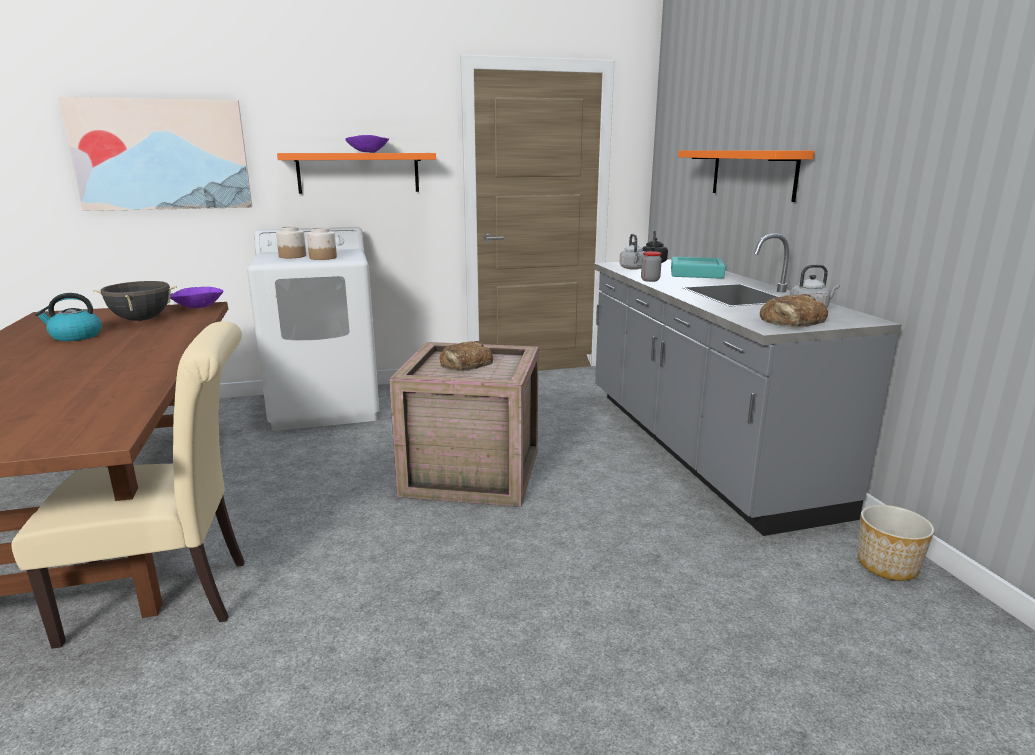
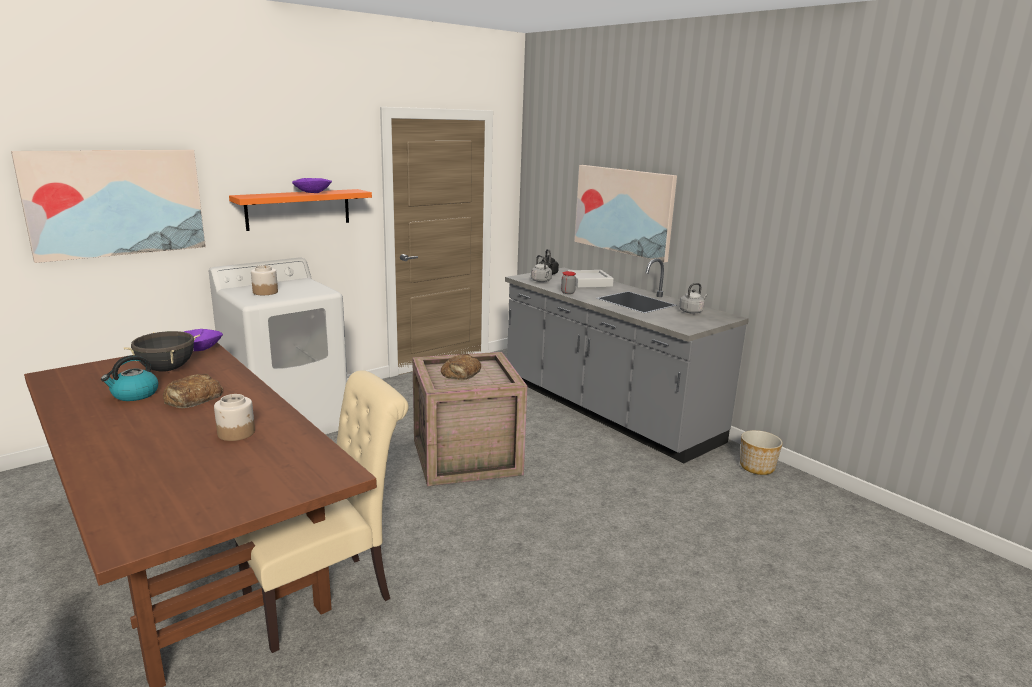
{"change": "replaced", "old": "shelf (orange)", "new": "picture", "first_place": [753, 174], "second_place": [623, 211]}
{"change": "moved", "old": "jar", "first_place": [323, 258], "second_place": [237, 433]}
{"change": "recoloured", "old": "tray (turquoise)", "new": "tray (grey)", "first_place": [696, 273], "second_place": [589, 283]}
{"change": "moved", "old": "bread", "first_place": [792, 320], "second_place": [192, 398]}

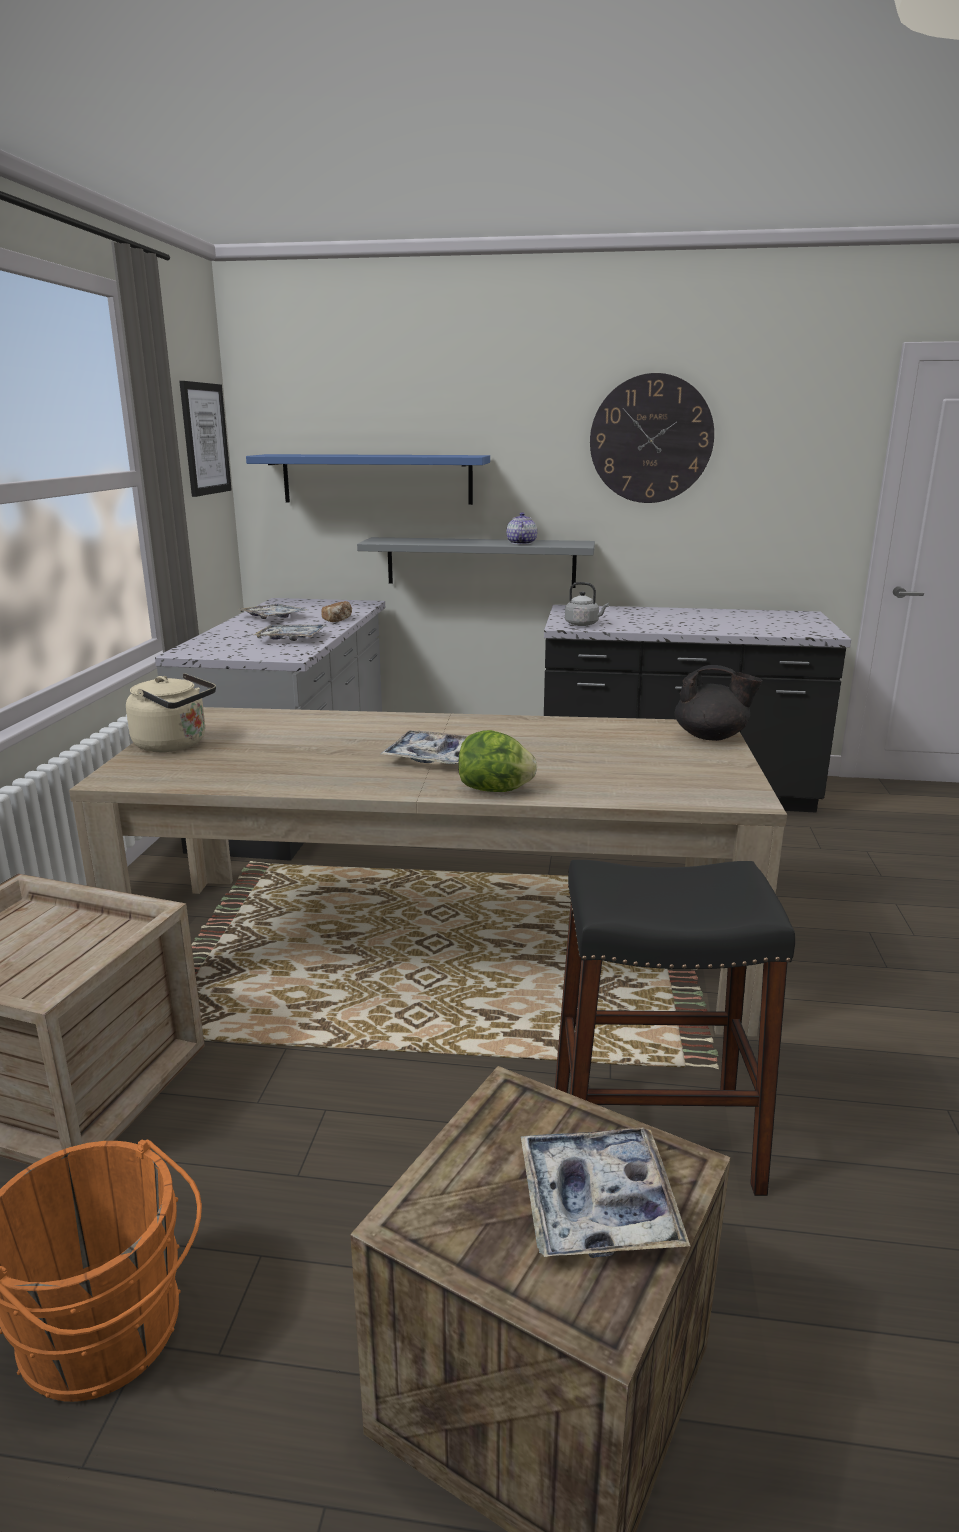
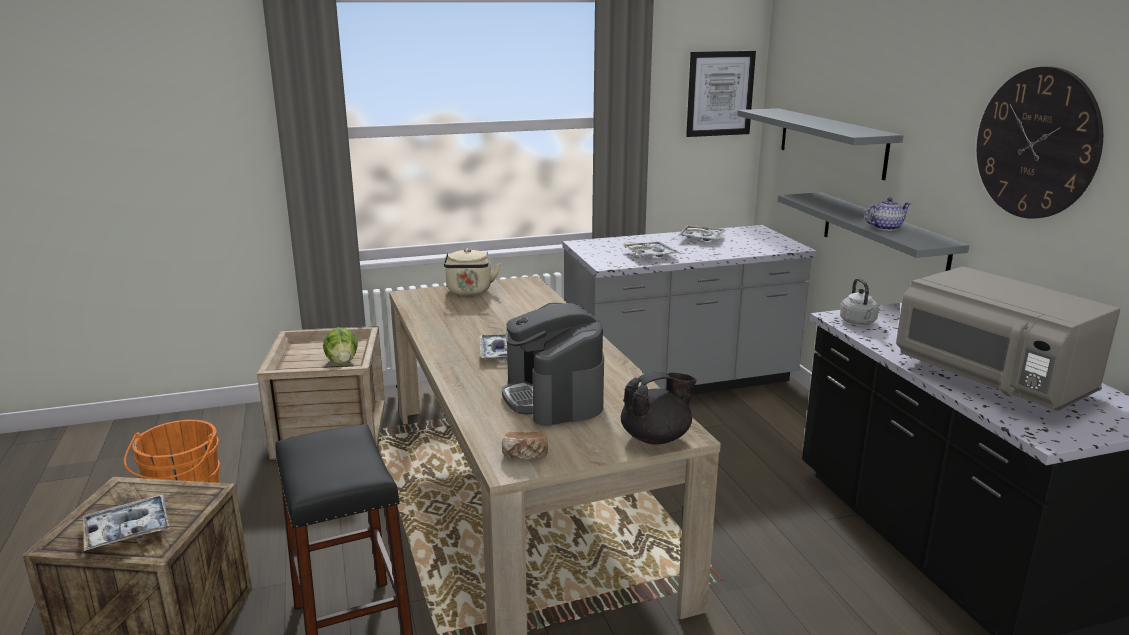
{"change": "recoloured", "old": "shelf (blue)", "new": "shelf (grey)", "first_place": [377, 479], "second_place": [831, 142]}
{"change": "moved", "old": "bread", "first_place": [338, 620], "second_place": [525, 456]}
{"change": "turned", "old": "teapot (black)", "first_place": [711, 737], "second_place": [656, 438], "degrees": -105}
{"change": "moved", "old": "lettuce", "first_place": [495, 790], "second_place": [342, 362]}
{"change": "added", "new": "microwave (grey)", "second_place": [991, 380]}
{"change": "added", "new": "coffee machine", "second_place": [553, 397]}

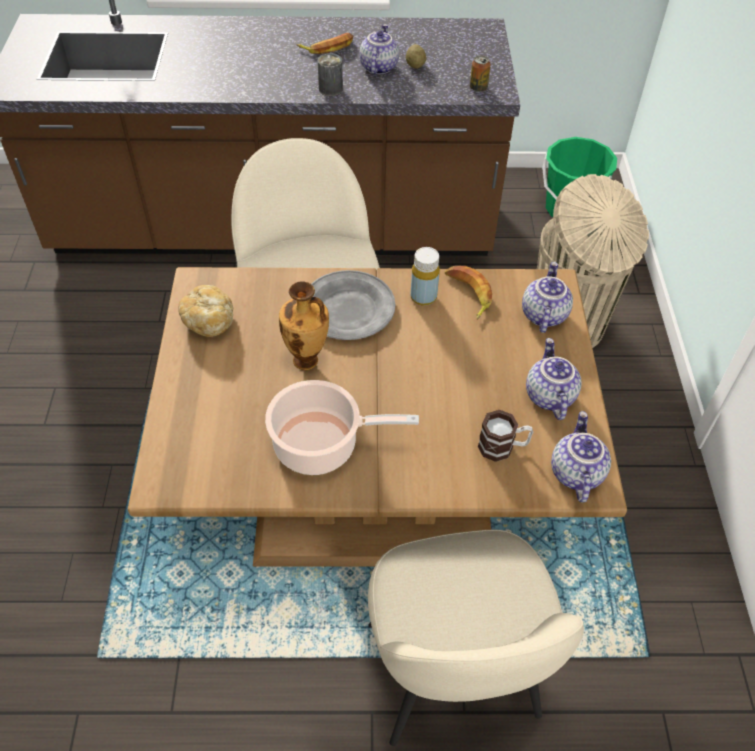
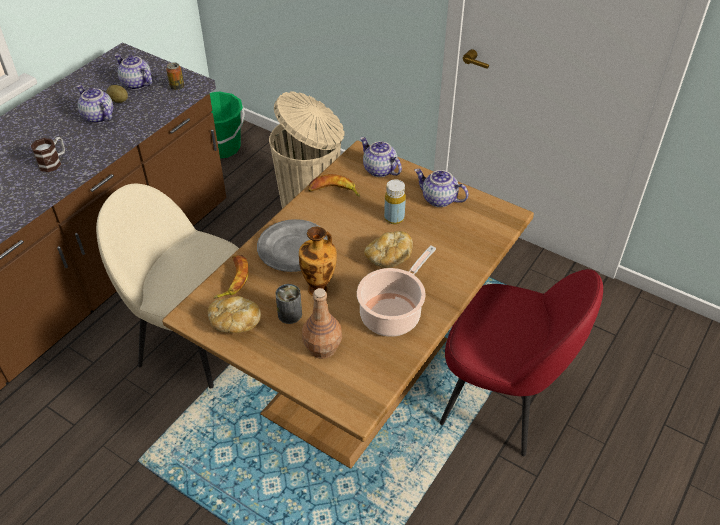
{"change": "moved", "old": "banana", "first_place": [328, 47], "second_place": [232, 279]}
{"change": "moved", "old": "can", "first_place": [330, 89], "second_place": [290, 314]}
{"change": "moved", "old": "bottle (yellow)", "first_place": [423, 297], "second_place": [394, 218]}
{"change": "moved", "old": "mug", "first_place": [503, 447], "second_place": [53, 162]}
{"change": "moved", "old": "teapot", "first_place": [574, 472], "second_place": [136, 84]}
{"change": "recoloured", "old": "chair (beige)", "new": "chair (red)", "first_place": [453, 675], "second_place": [501, 400]}
{"change": "added", "new": "bread", "second_place": [389, 258]}
{"change": "added", "new": "bottle (brown)", "second_place": [322, 347]}

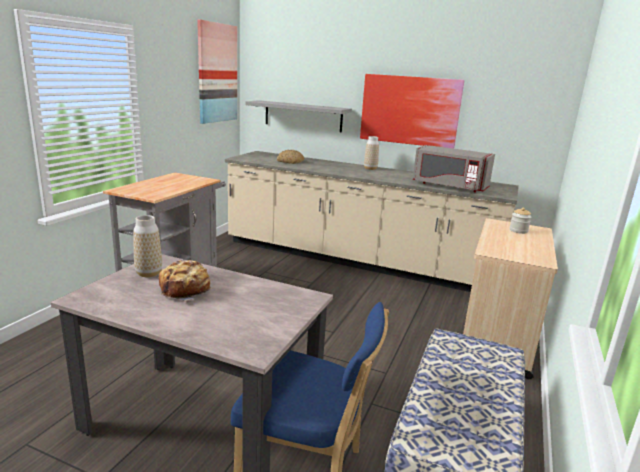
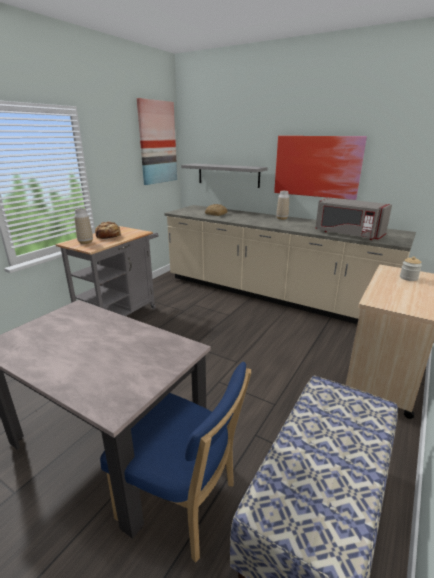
{"change": "moved", "old": "vase", "first_place": [149, 273], "second_place": [85, 242]}
{"change": "moved", "old": "bread", "first_place": [186, 289], "second_place": [109, 237]}

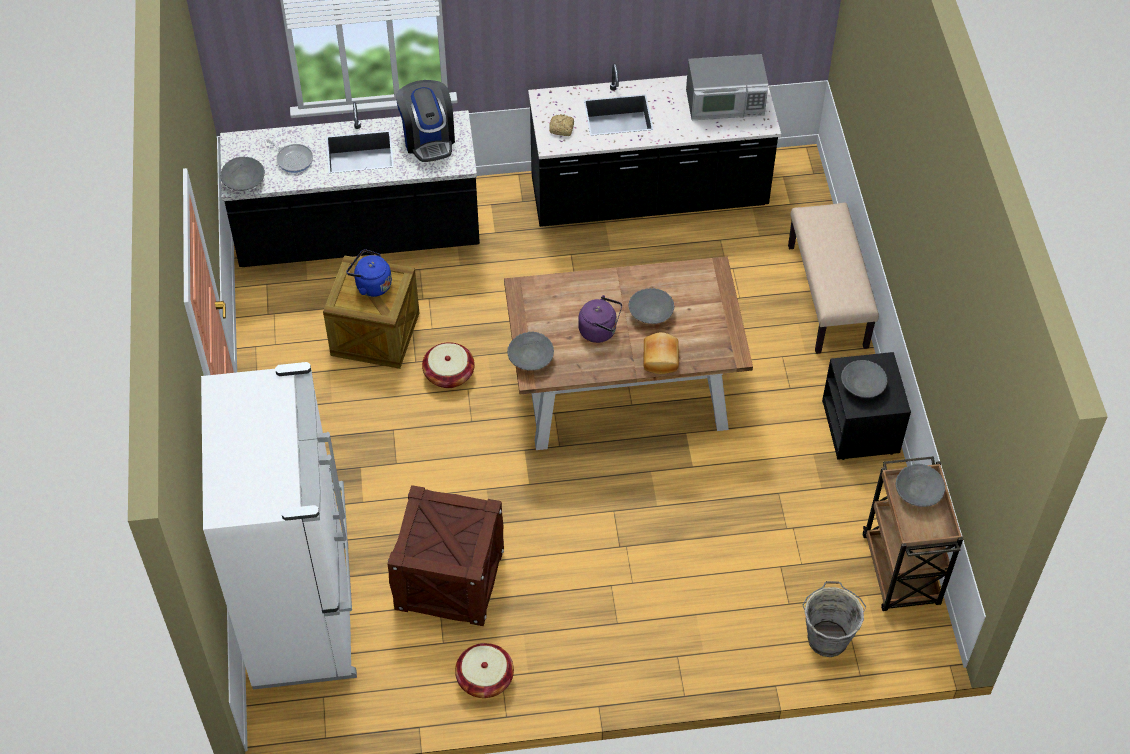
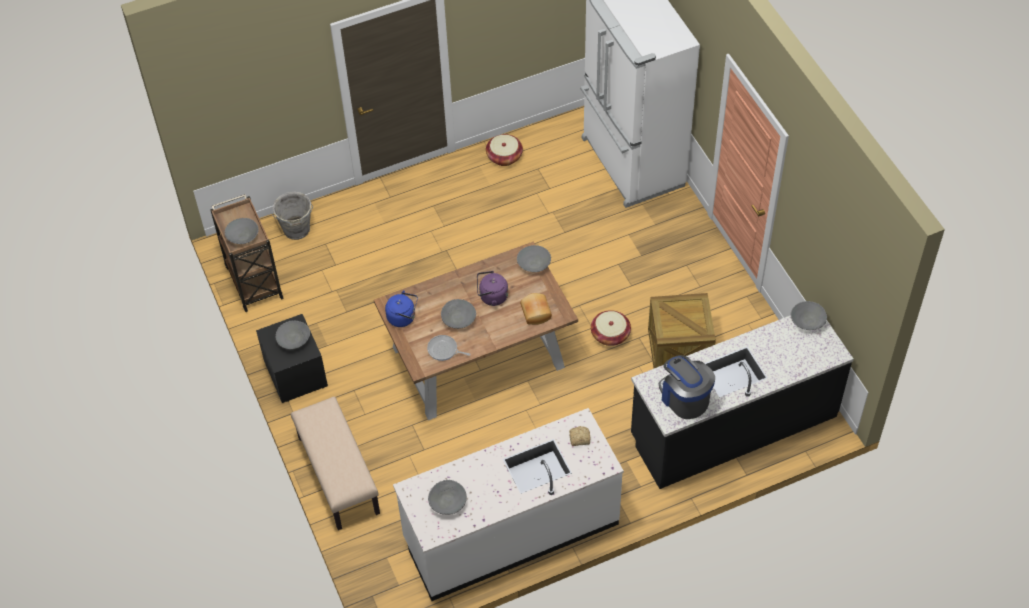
{"change": "replaced", "old": "microwave", "new": "bowl (grey)", "first_place": [725, 103], "second_place": [448, 502]}
{"change": "recoloured", "old": "counter (black)", "new": "counter (white)", "first_place": [648, 196], "second_place": [511, 531]}
{"change": "moved", "old": "frying pan", "first_place": [293, 159], "second_place": [444, 350]}
{"change": "moved", "old": "kettle (blue)", "first_place": [371, 285], "second_place": [403, 317]}
{"change": "moved", "old": "bread", "first_place": [661, 359], "second_place": [535, 313]}
{"change": "removed", "old": "crate", "first_place": [450, 579]}

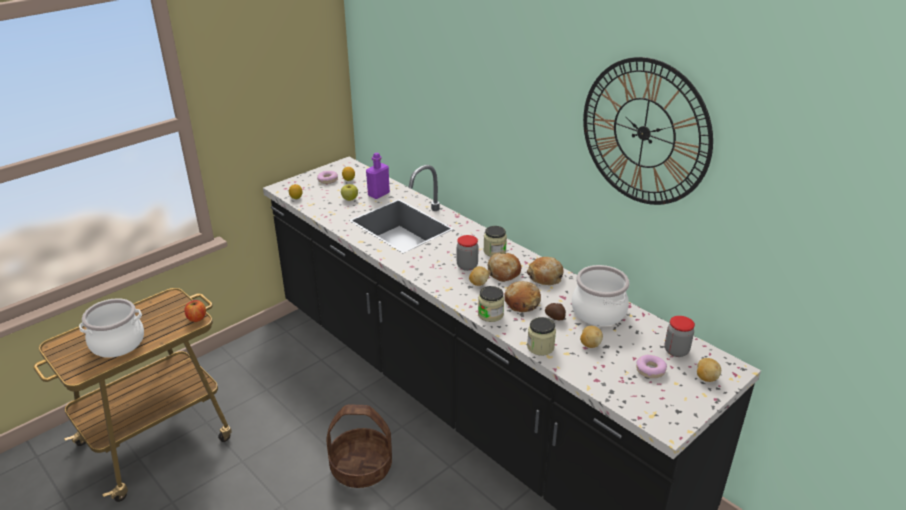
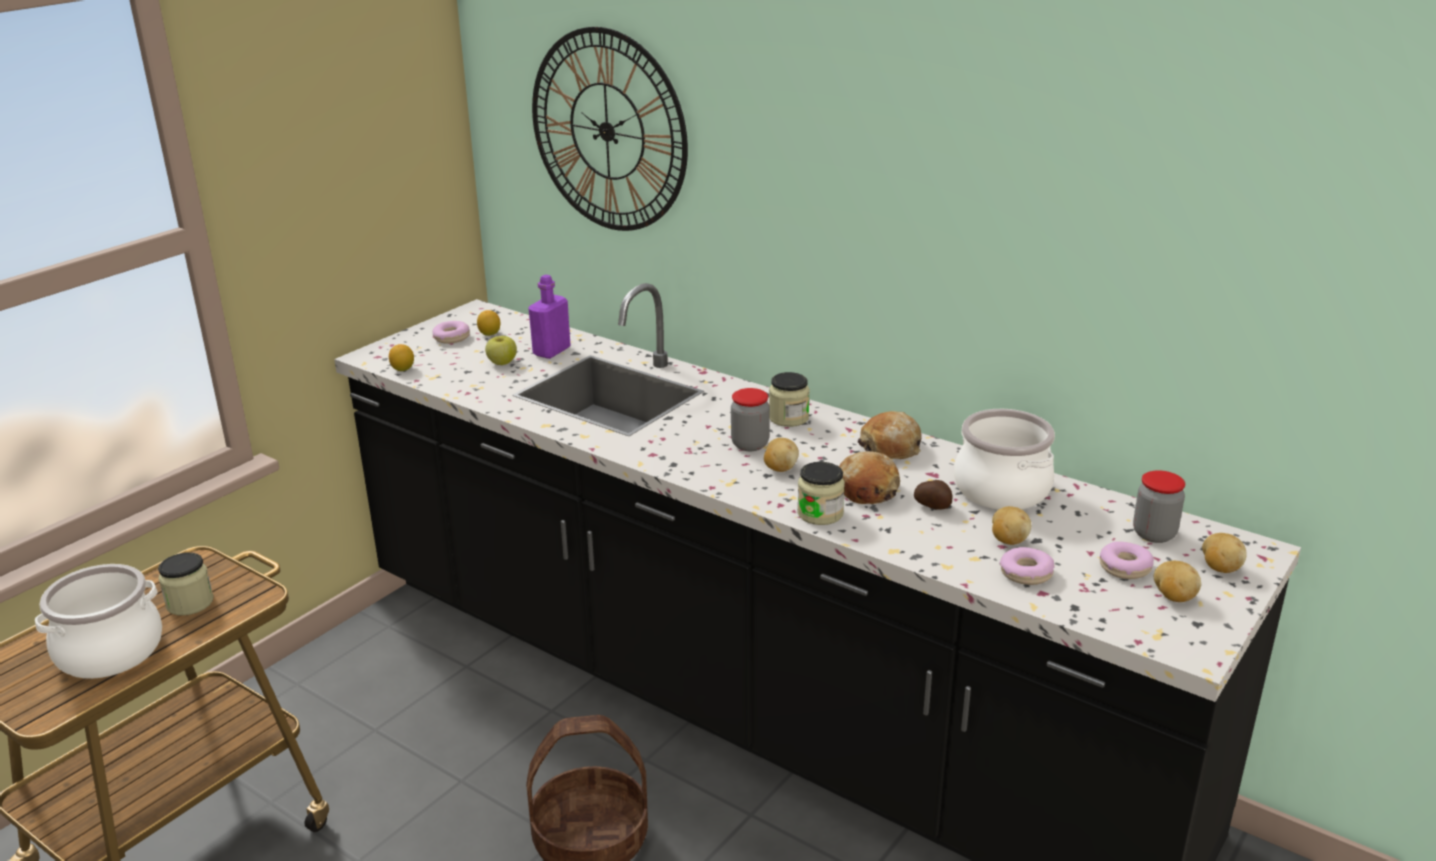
{"change": "moved", "old": "wall clock", "first_place": [644, 133], "second_place": [607, 131]}
{"change": "removed", "old": "bread", "first_place": [503, 272]}
{"change": "removed", "old": "apple", "first_place": [196, 318]}
{"change": "moved", "old": "jar", "first_place": [540, 347], "second_place": [190, 603]}
{"change": "added", "new": "donut", "second_place": [1026, 573]}
{"change": "added", "new": "potato", "second_place": [1173, 597]}

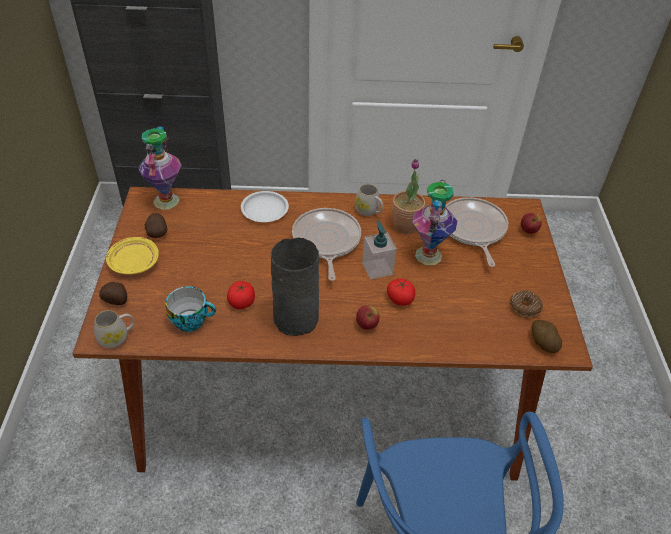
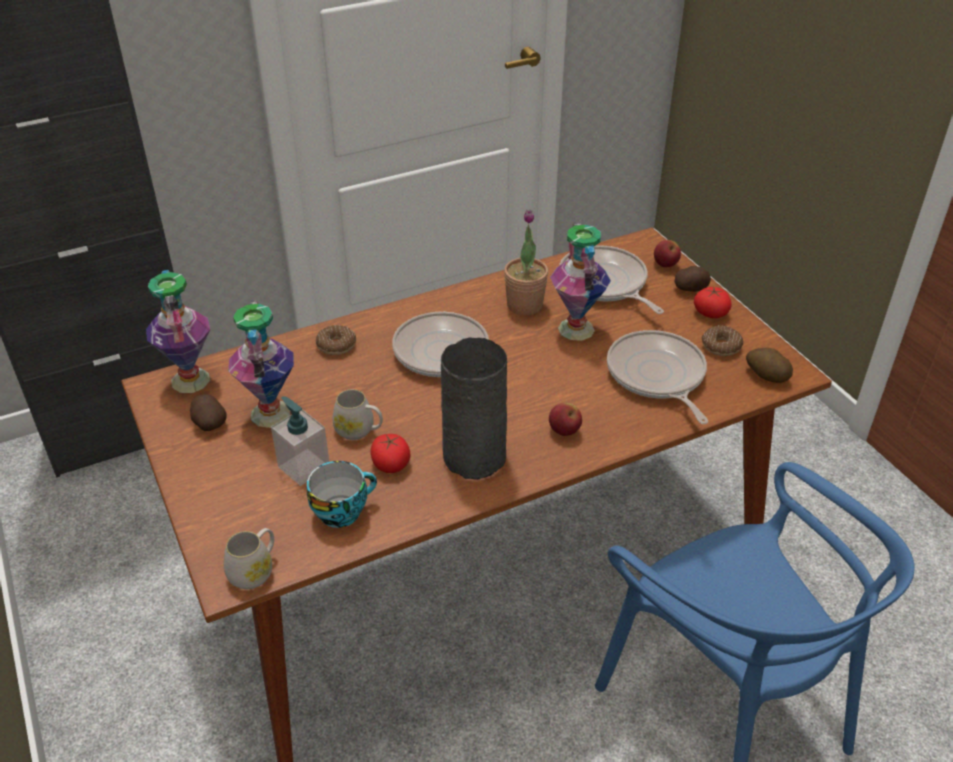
{"change": "moved", "old": "mug (white)", "first_place": [369, 211], "second_place": [359, 430]}
{"change": "replaced", "old": "plate (white)", "new": "donut", "first_place": [265, 209], "second_place": [336, 345]}
{"change": "moved", "old": "soap dispenser", "first_place": [377, 268], "second_place": [303, 467]}
{"change": "removed", "old": "plate (yellow)", "first_place": [134, 262]}
{"change": "moved", "old": "tomato", "first_place": [400, 299], "second_place": [710, 313]}
{"change": "moved", "old": "potato", "first_place": [116, 300], "second_place": [691, 289]}
{"change": "added", "new": "vase", "second_place": [271, 413]}
{"change": "added", "new": "frying pan", "second_place": [657, 376]}

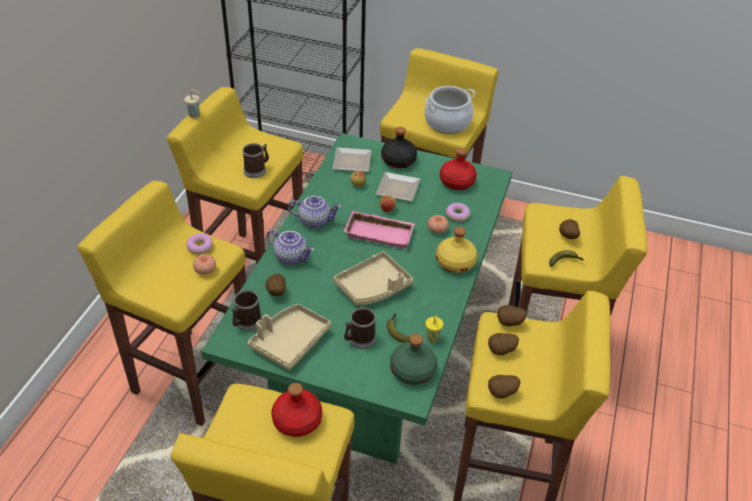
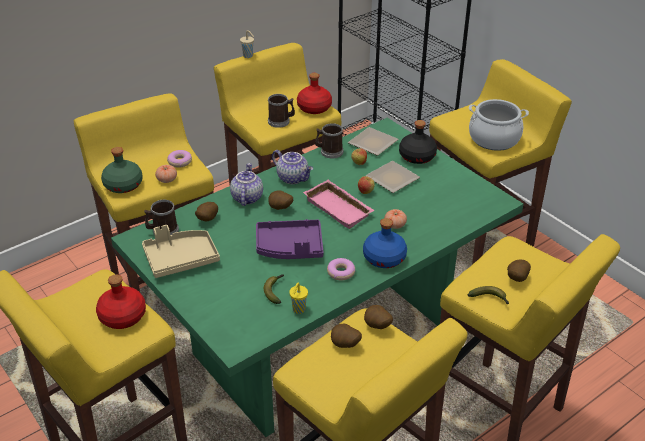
{"change": "moved", "old": "bottle (red)", "first_place": [457, 182], "second_place": [314, 108]}
{"change": "moved", "old": "donut", "first_place": [457, 215], "second_place": [341, 272]}
{"change": "recoloured", "old": "bottle (yellow)", "new": "bottle (blue)", "first_place": [456, 262], "second_place": [384, 258]}
{"change": "turned", "old": "teapot", "first_place": [291, 257], "second_place": [246, 198], "degrees": -150}
{"change": "recoloured", "old": "tray (beige)", "new": "tray (purple)", "first_place": [373, 287], "second_place": [290, 247]}
{"change": "moved", "old": "mug", "first_place": [359, 339], "second_place": [329, 151]}
{"change": "moved", "old": "bottle (green)", "first_place": [413, 370], "second_place": [124, 185]}
{"change": "moved", "old": "potato", "first_place": [502, 394], "second_place": [280, 208]}

